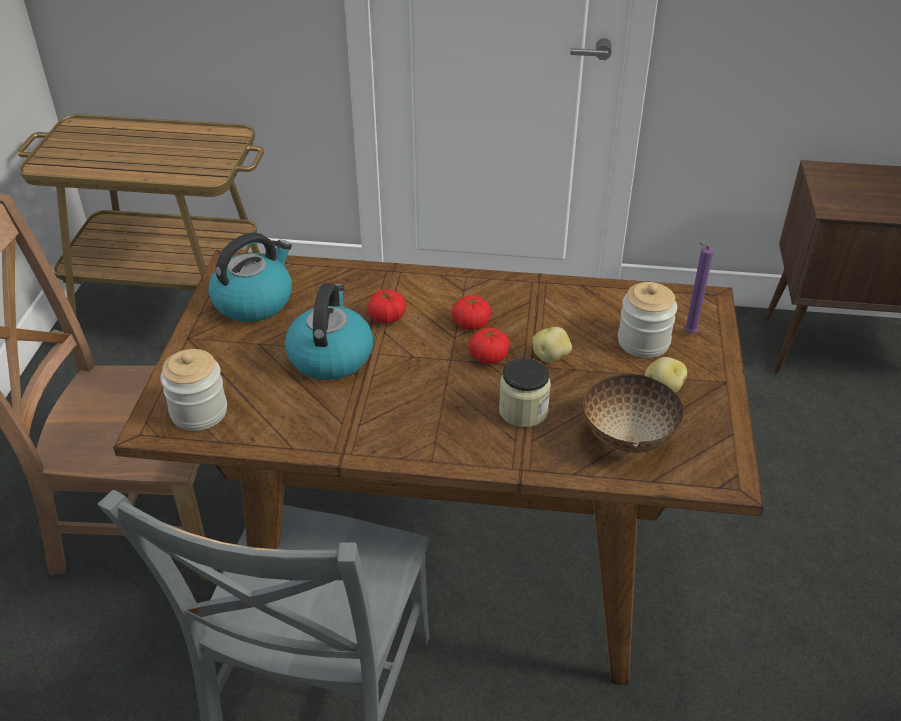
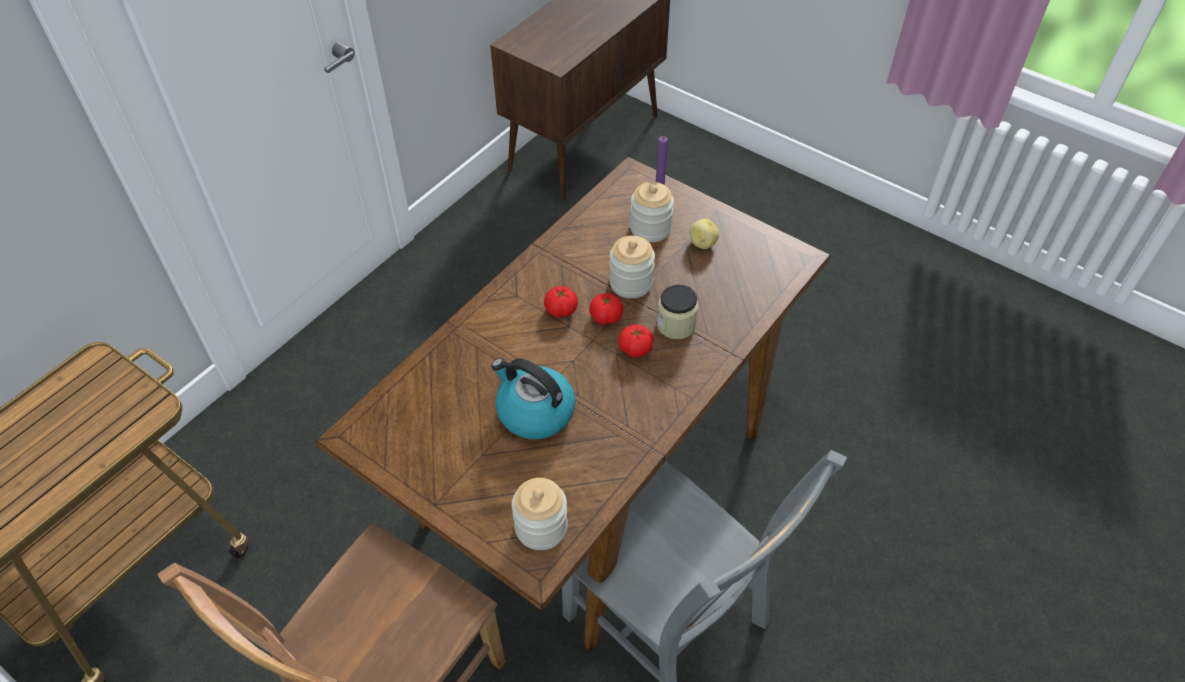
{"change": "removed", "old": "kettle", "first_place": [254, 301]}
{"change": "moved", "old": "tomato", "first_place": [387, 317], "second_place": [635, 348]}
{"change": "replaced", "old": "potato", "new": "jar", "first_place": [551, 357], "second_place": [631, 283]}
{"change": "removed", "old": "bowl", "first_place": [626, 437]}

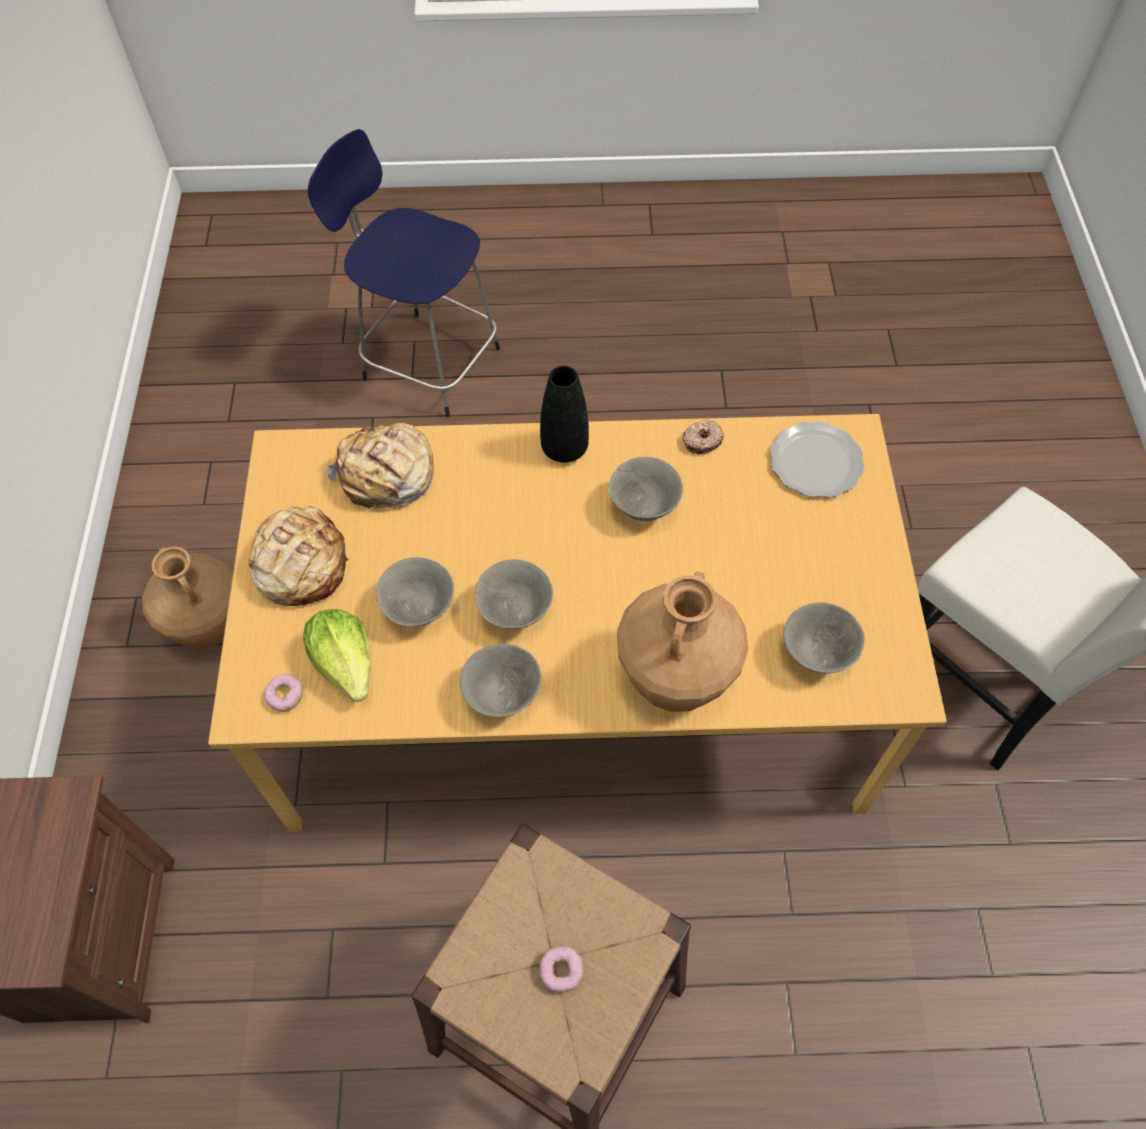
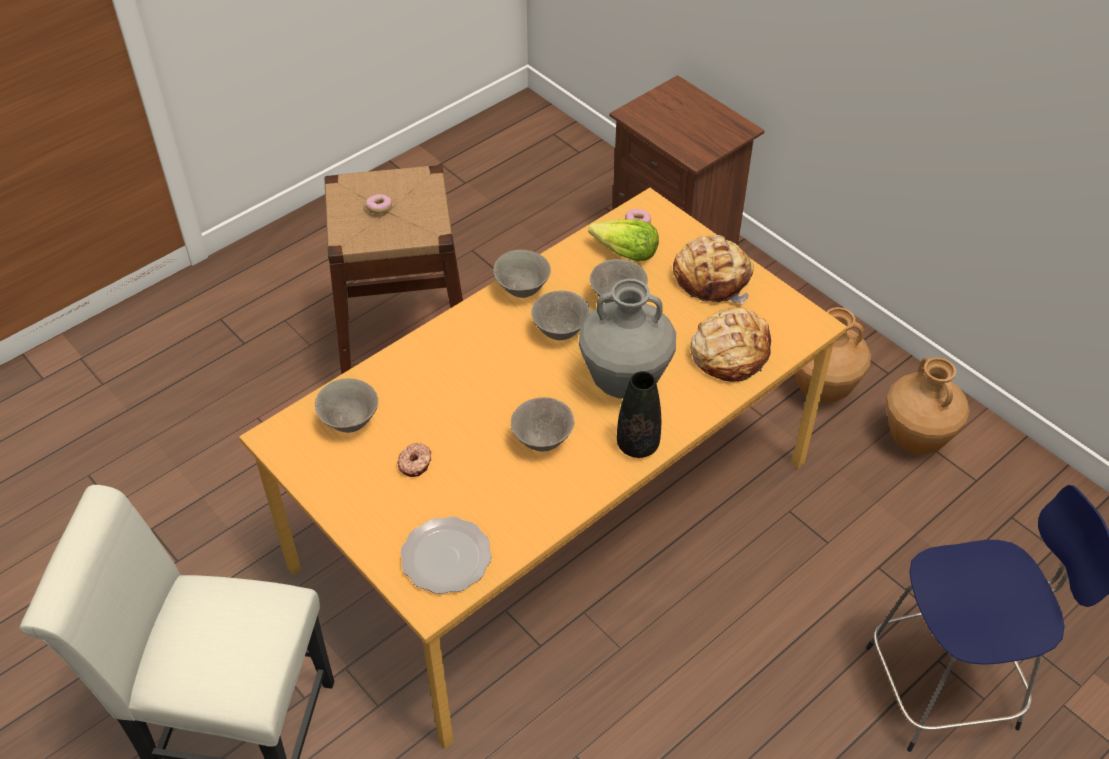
{"change": "moved", "old": "donut", "first_place": [702, 440], "second_place": [415, 463]}
{"change": "moved", "old": "vase (brown)", "first_place": [675, 678], "second_place": [916, 440]}
{"change": "added", "new": "vase (grey)", "second_place": [625, 382]}

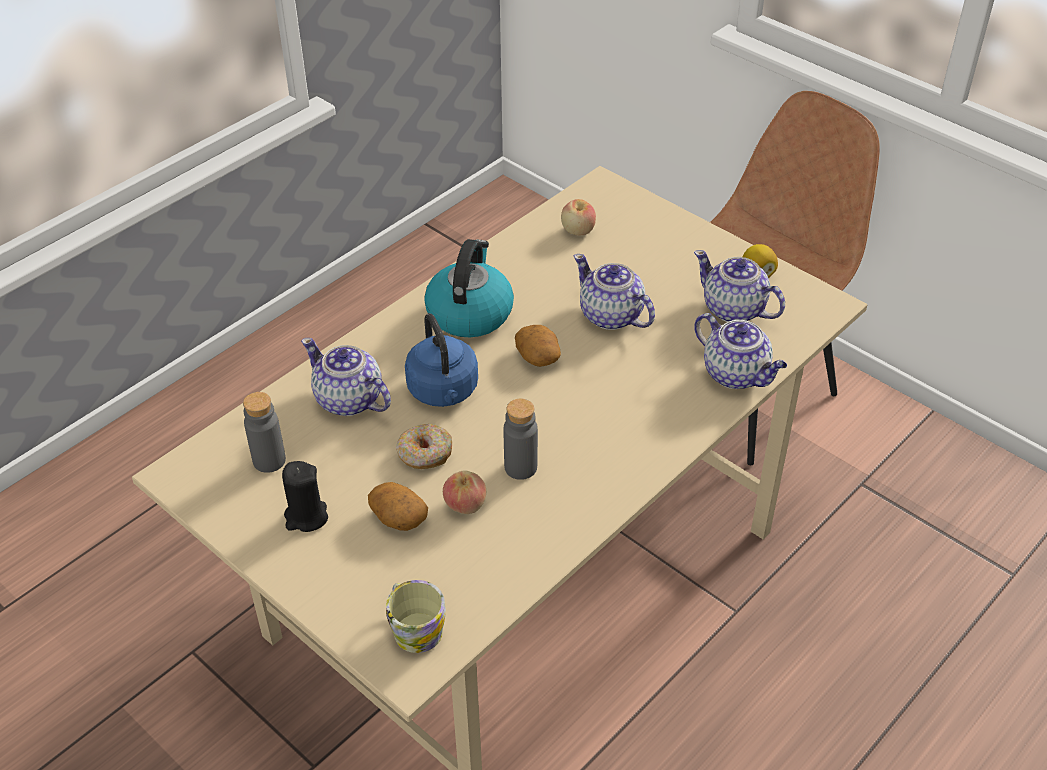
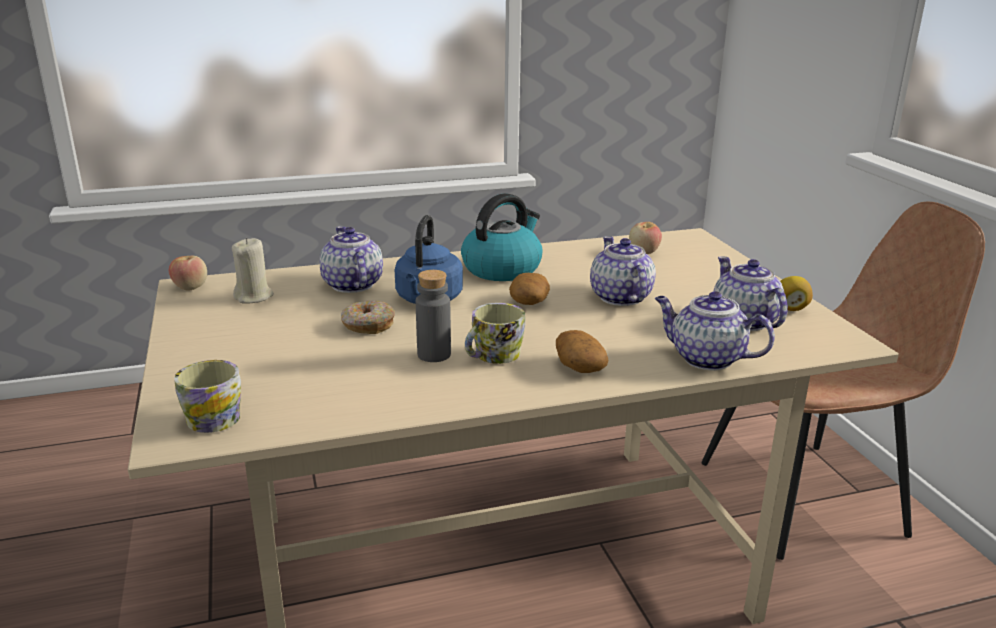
{"change": "turned", "old": "teapot", "first_place": [737, 374], "second_place": [705, 358], "degrees": 135}
{"change": "replaced", "old": "bottle (grey)", "new": "candle (beige)", "first_place": [269, 460], "second_place": [254, 297]}
{"change": "removed", "old": "candle (black)", "first_place": [306, 517]}
{"change": "moved", "old": "apple", "first_place": [465, 505], "second_place": [190, 287]}
{"change": "moved", "old": "potato", "first_place": [398, 517], "second_place": [579, 366]}
{"change": "added", "new": "mug", "second_place": [492, 356]}

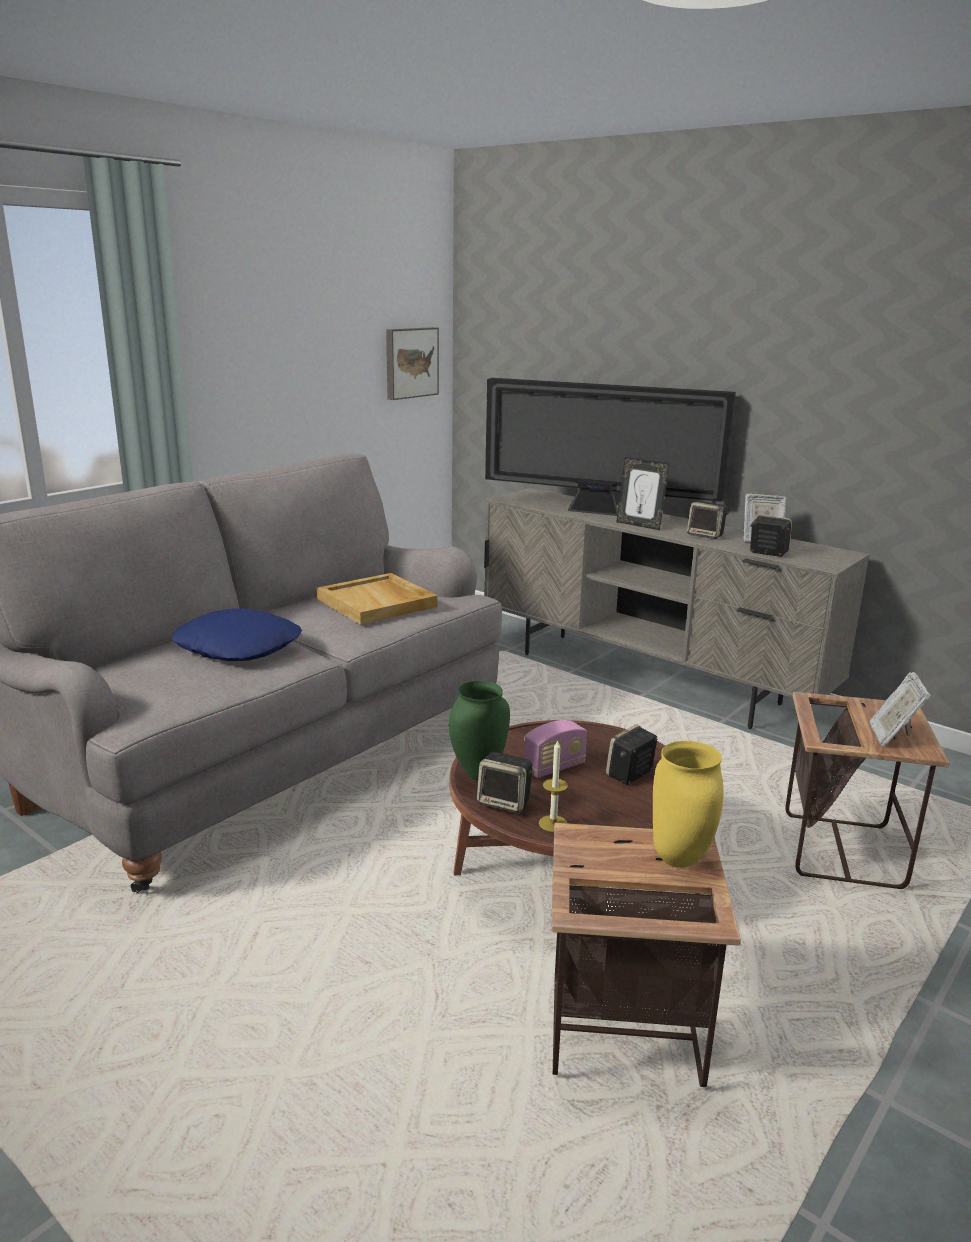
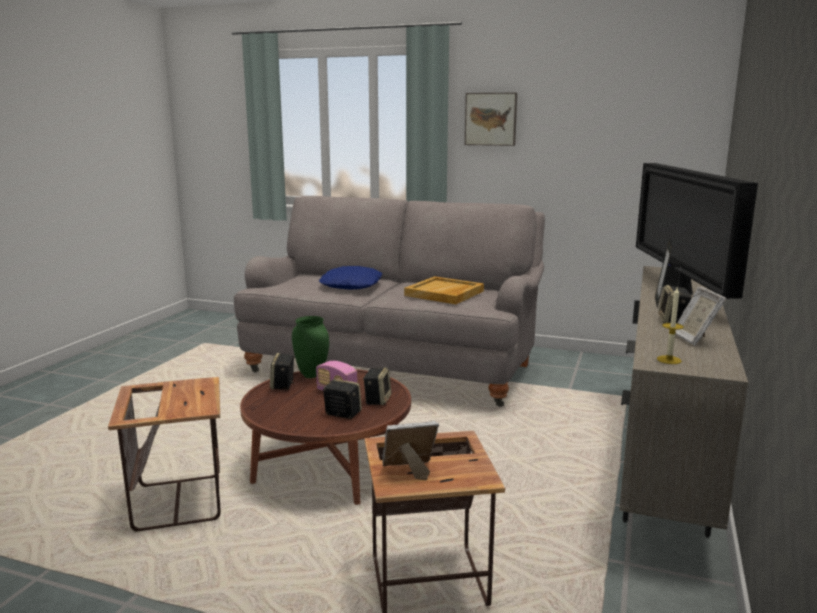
{"change": "moved", "old": "picture", "first_place": [410, 362], "second_place": [491, 119]}
{"change": "moved", "old": "speaker", "first_place": [767, 553], "second_place": [377, 400]}
{"change": "moved", "old": "candle", "first_place": [553, 823], "second_place": [669, 360]}
{"change": "removed", "old": "vase (yellow)", "first_place": [678, 860]}

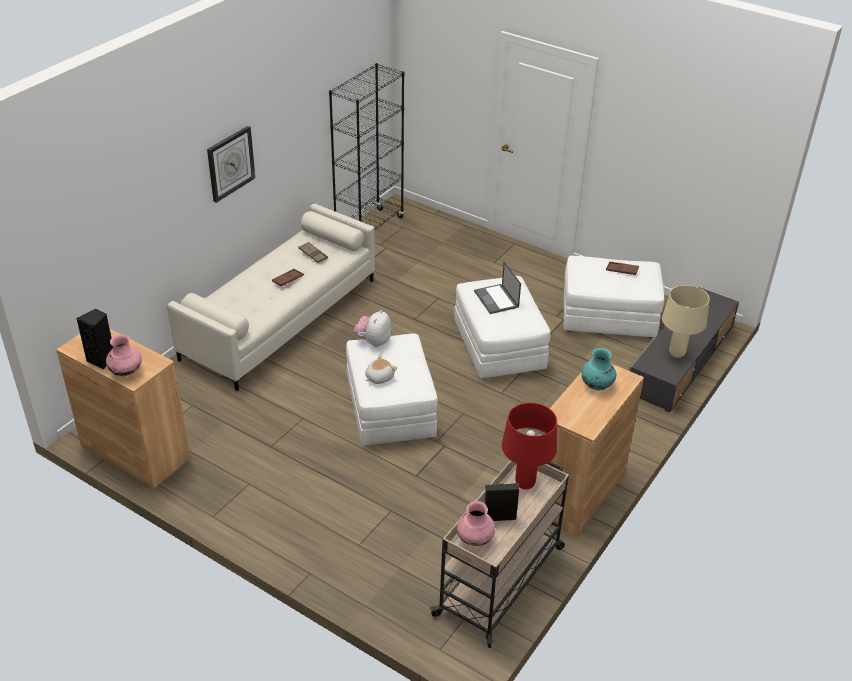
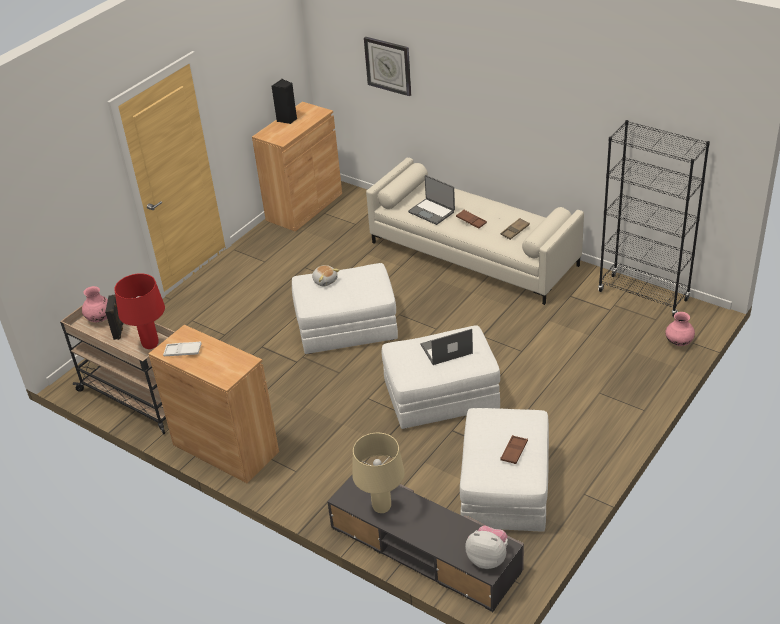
{"change": "moved", "old": "wall clock", "first_place": [230, 163], "second_place": [388, 65]}
{"change": "moved", "old": "plush toy", "first_place": [373, 341], "second_place": [488, 558]}
{"change": "moved", "old": "vase (pink)", "first_place": [126, 372], "second_place": [678, 342]}
{"change": "removed", "old": "vase (turquoise)", "first_place": [596, 386]}
{"change": "added", "new": "laptop", "second_place": [432, 212]}
{"change": "added", "new": "tray (white)", "second_place": [183, 351]}

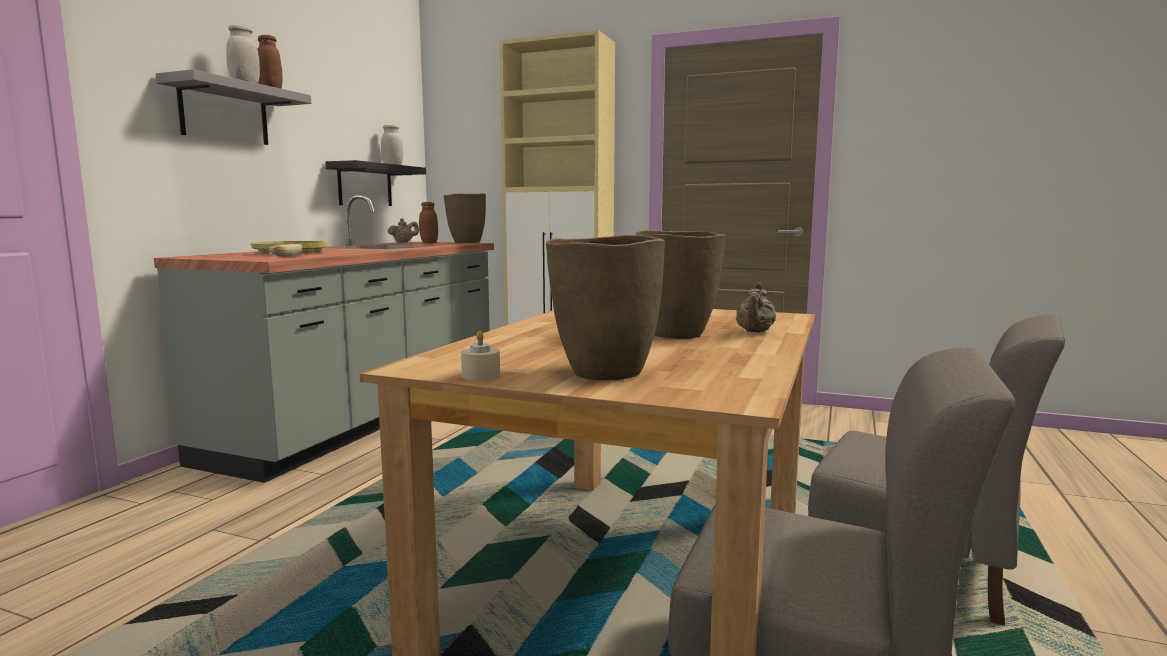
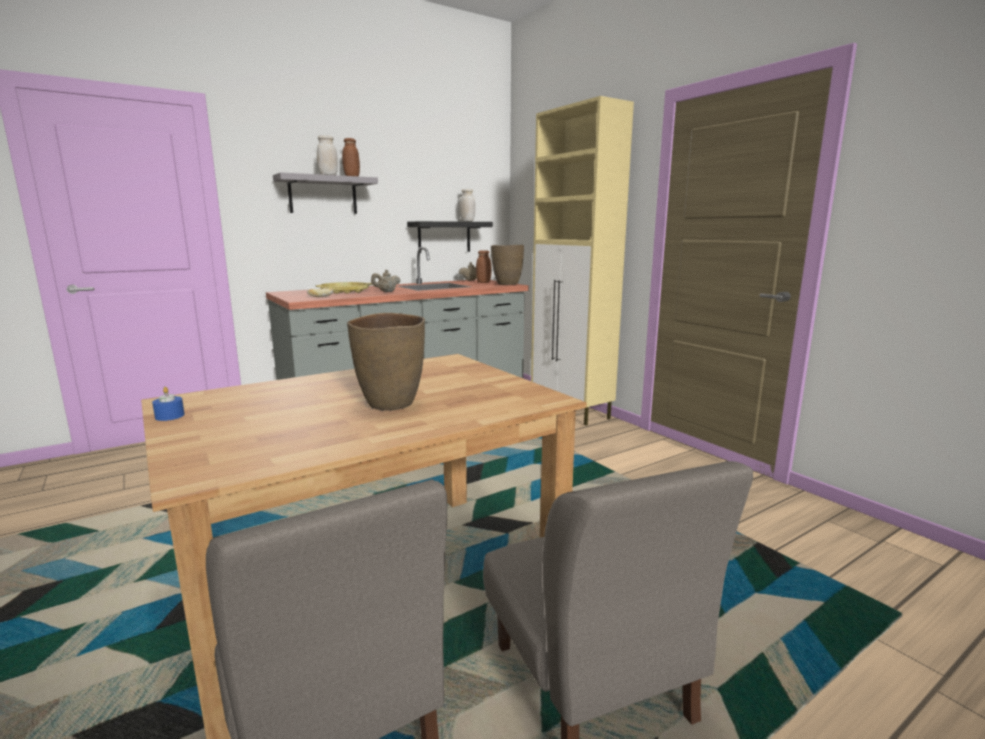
{"change": "removed", "old": "vase (brown)", "first_place": [605, 373]}
{"change": "moved", "old": "teapot (beige)", "first_place": [754, 332], "second_place": [386, 292]}
{"change": "recoloured", "old": "candle (beige)", "new": "candle (blue)", "first_place": [481, 375], "second_place": [169, 416]}

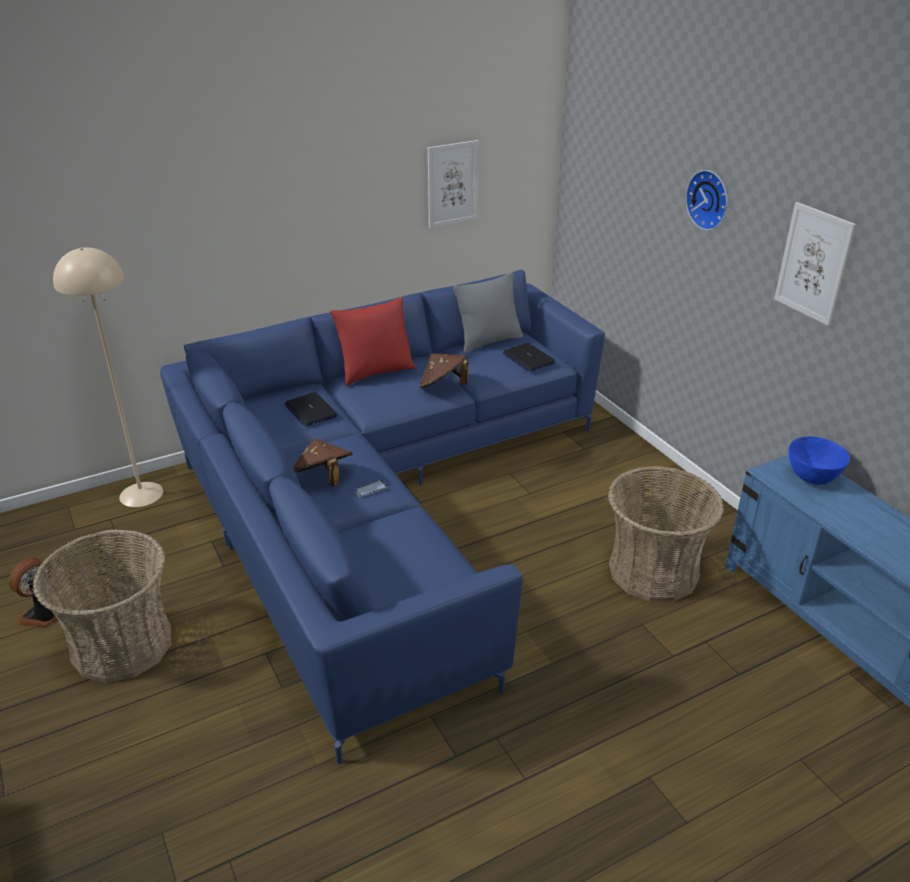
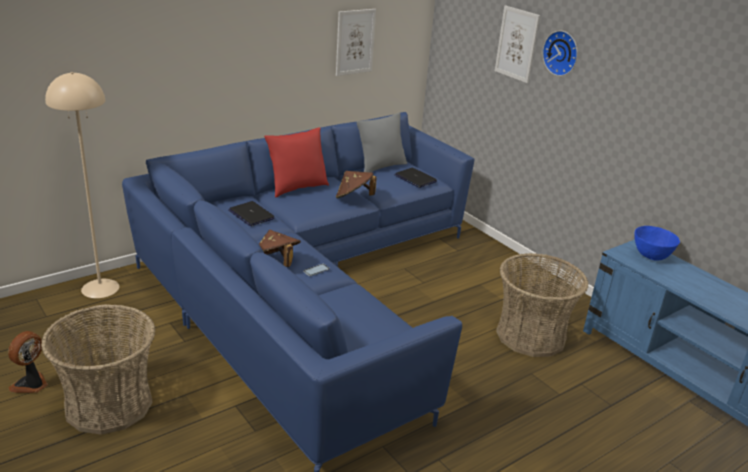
{"change": "moved", "old": "picture", "first_place": [813, 263], "second_place": [517, 44]}

